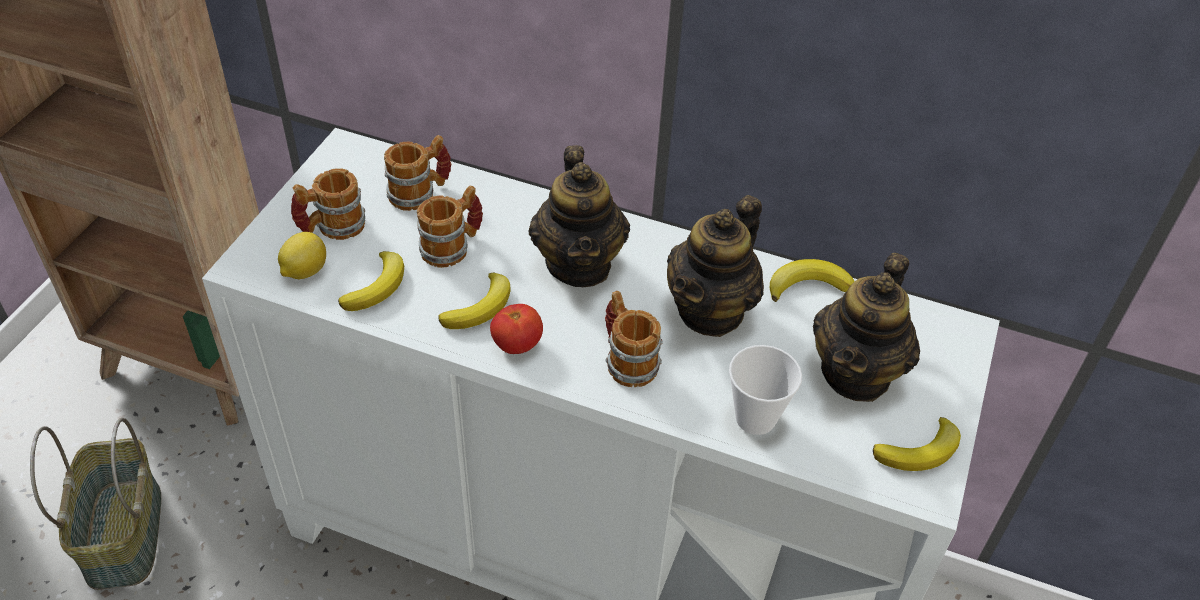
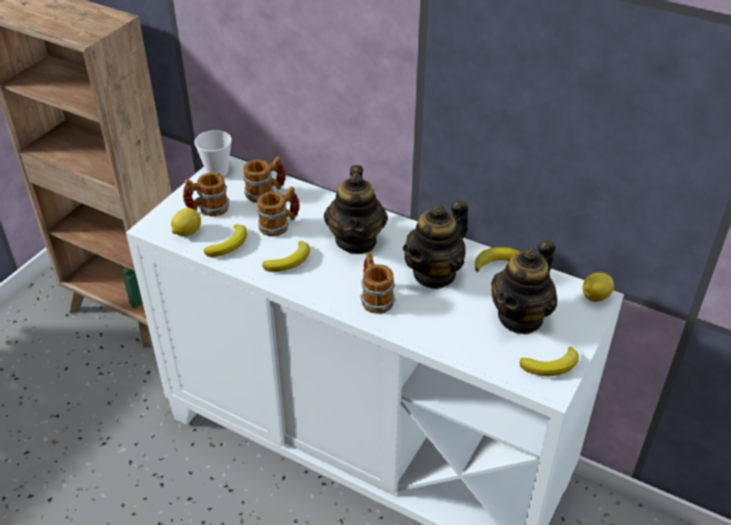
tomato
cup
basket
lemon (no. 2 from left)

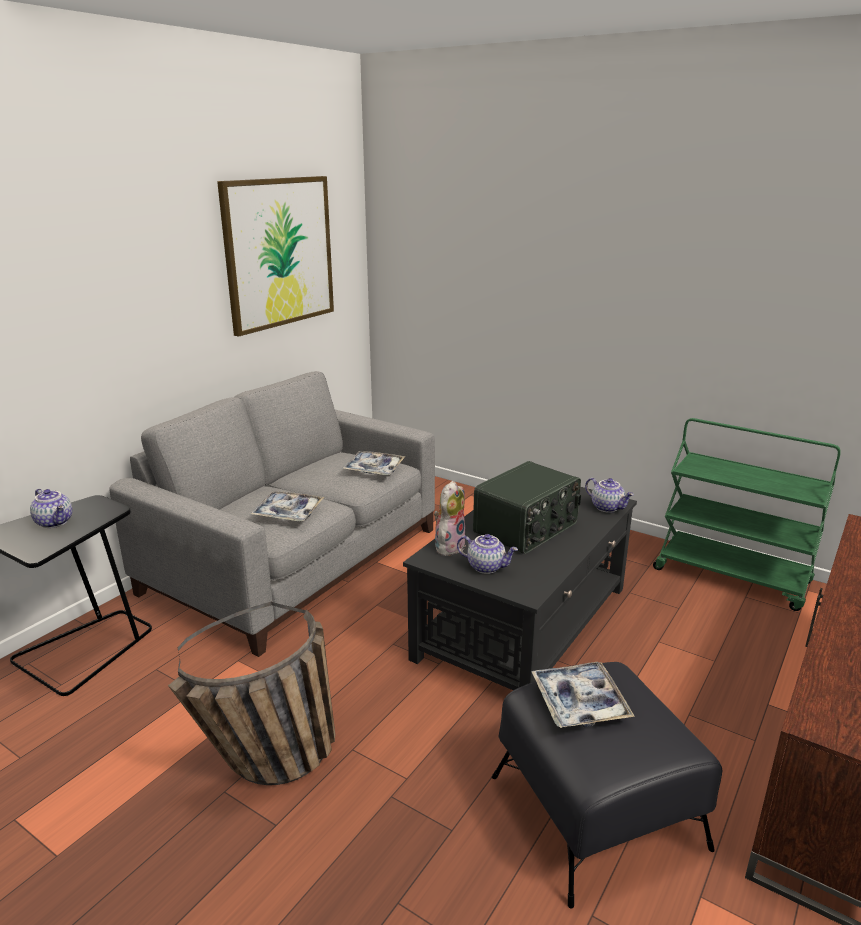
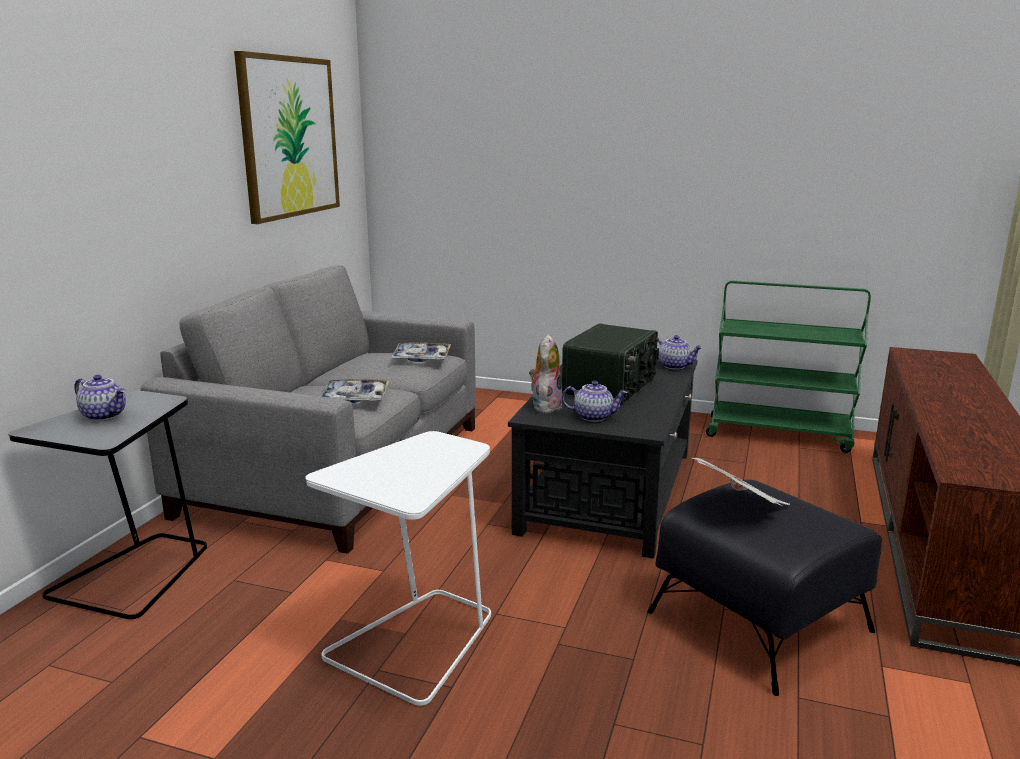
whitish end table
daily paper

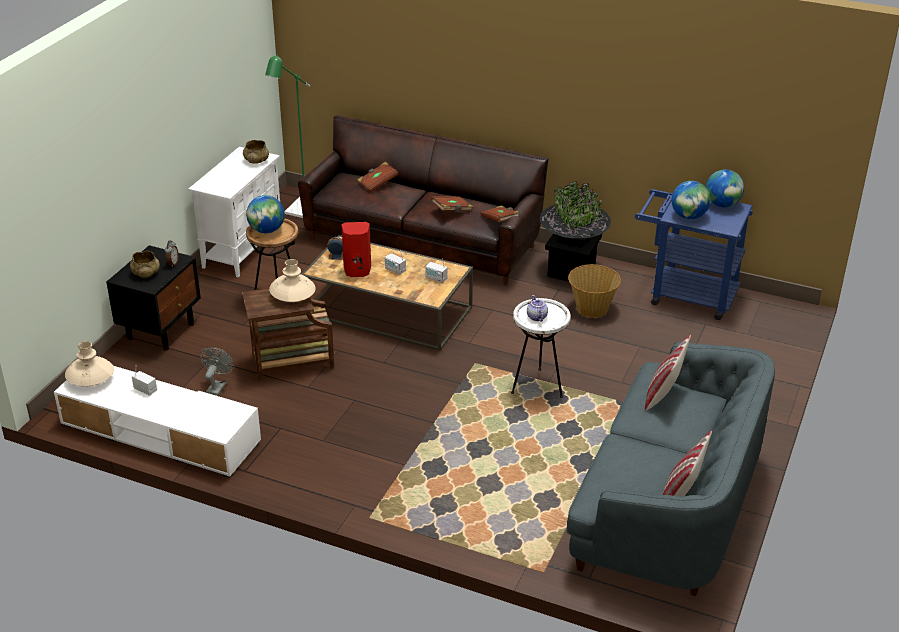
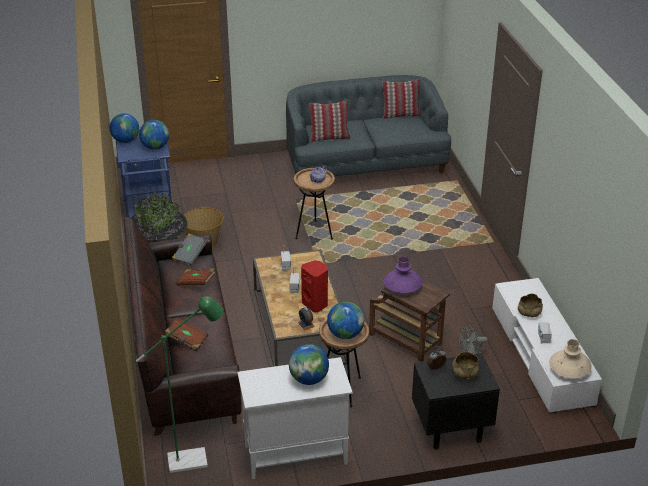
beige serving bowl (no. 2 from left)
greyish volume
purple vase
brownish end table (no. 1 from left)
desk globe (no. 3 from left)

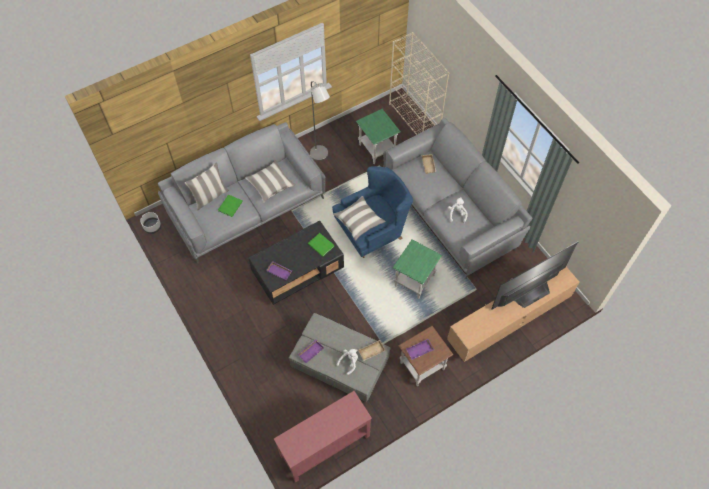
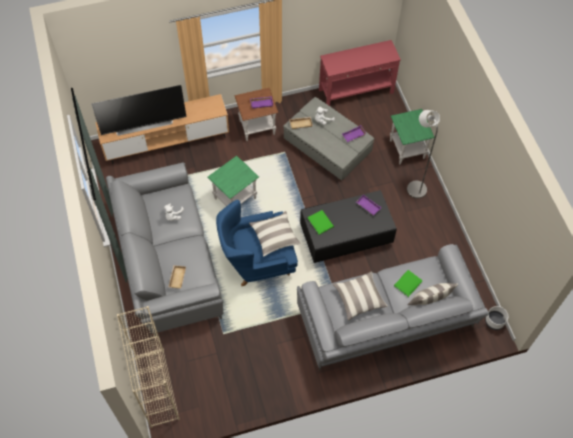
greyish standard lamp
green-coloured end table (no. 2 from left)

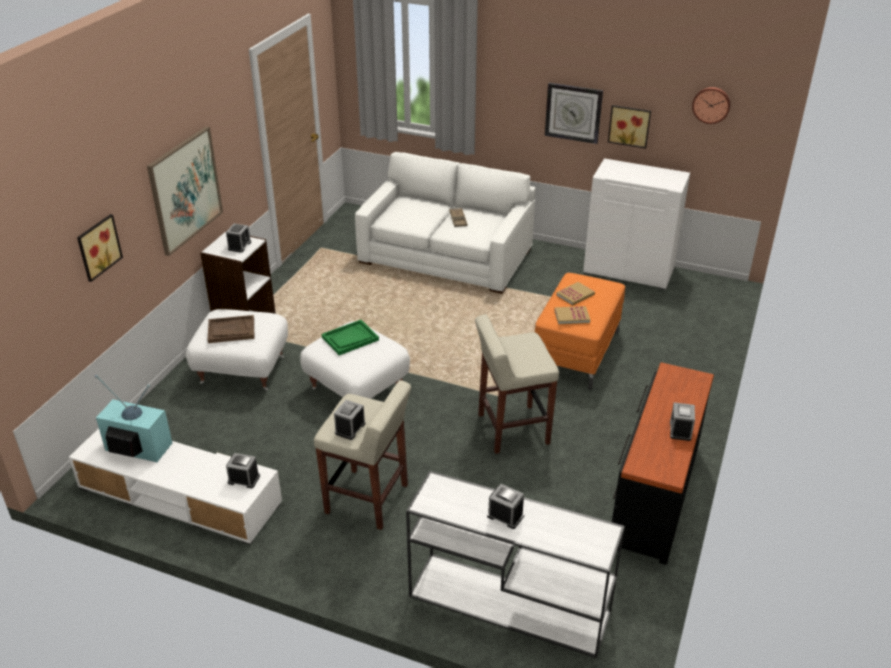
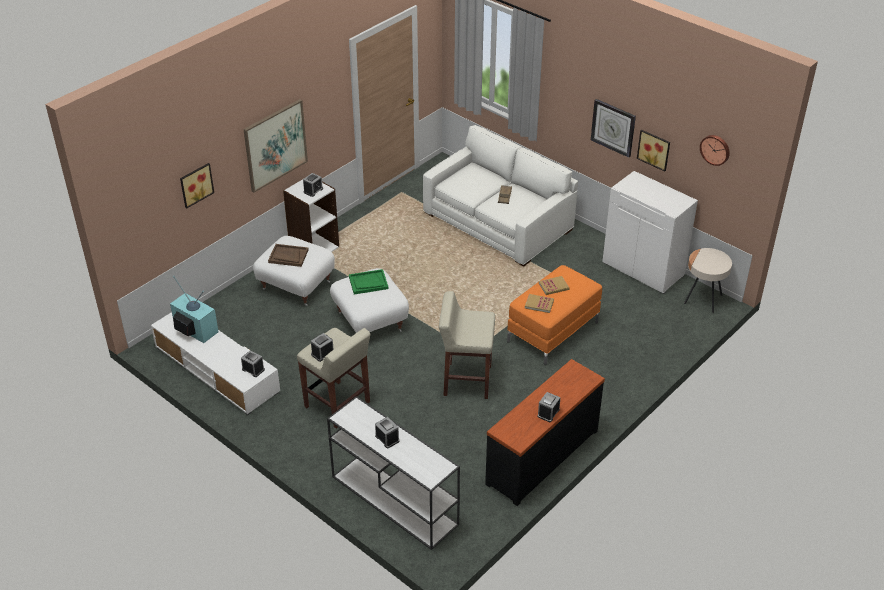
beige end table

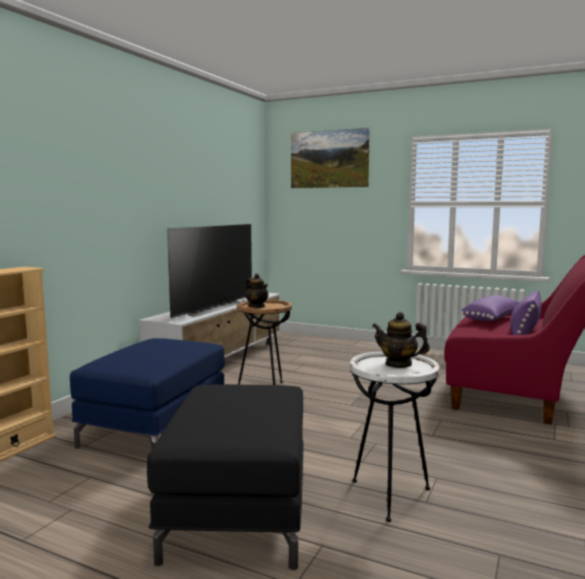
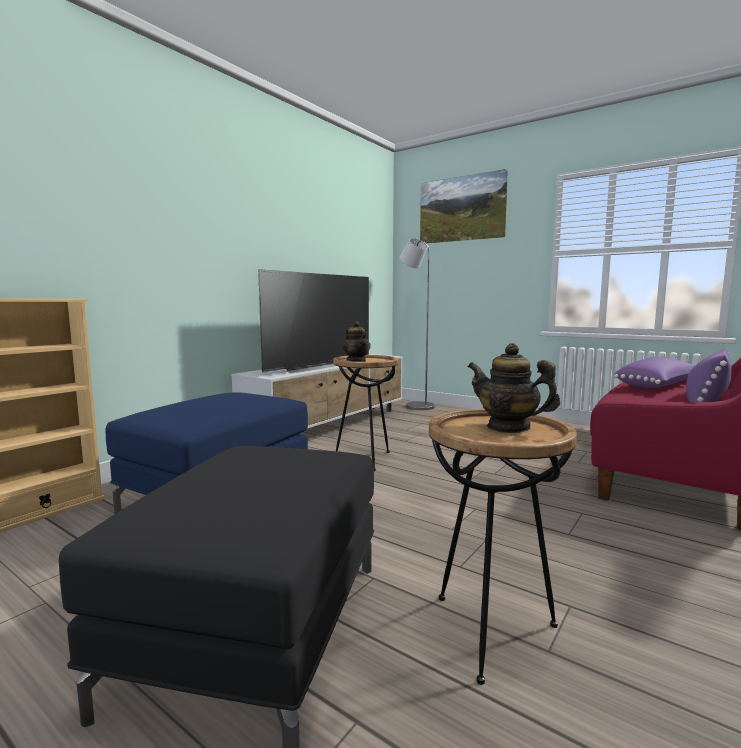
brownish end table (no. 2 from left)
greyish standard lamp

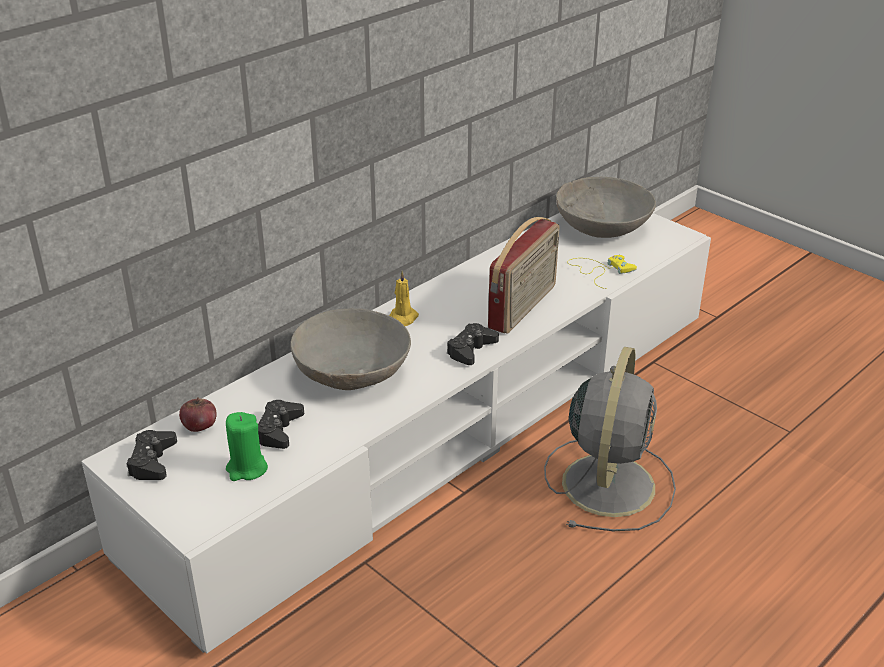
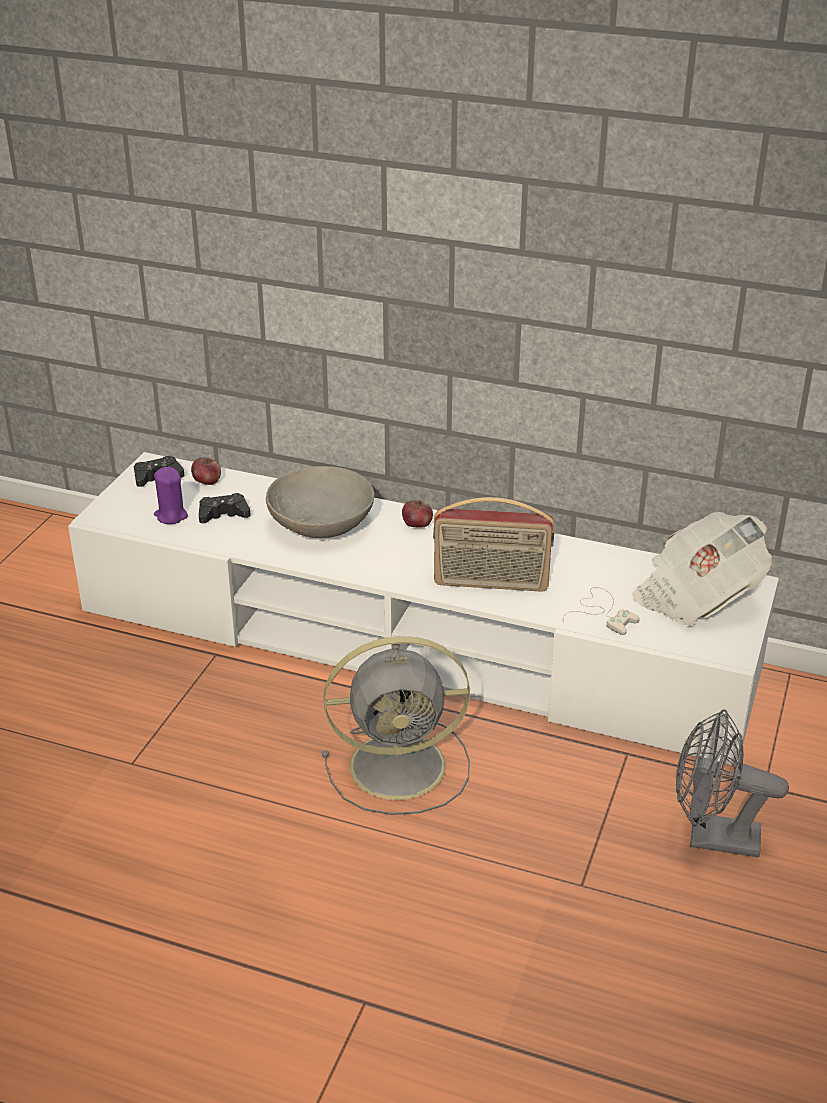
daily paper
whitish game controller
apple (no. 2 from left)
black-coloured game controller (no. 3 from left in the first image)
purple candle
greyish electric fan (no. 2 from left)

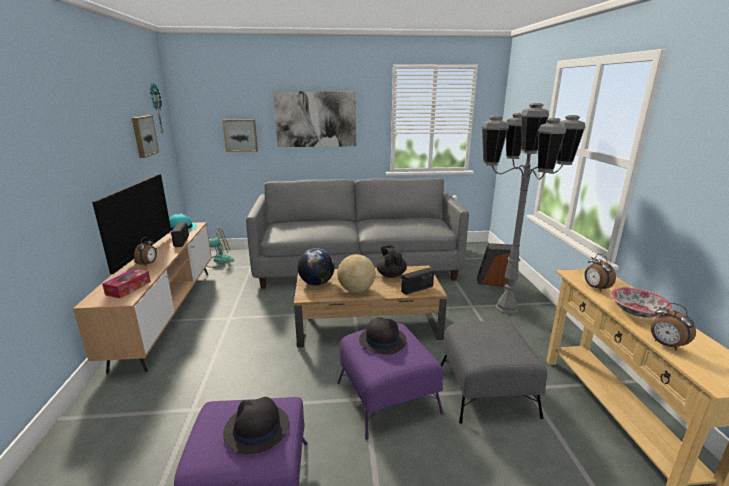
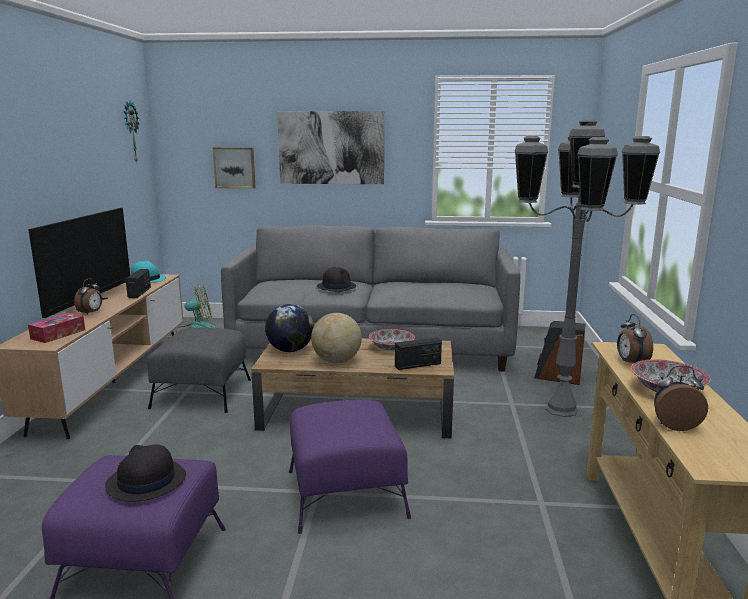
wall picture (no. 1 from left in the first image)
serving bowl (no. 1 from left)
alarm clock (no. 3 from left)
black-coloured wearable hat (no. 2 from left)
greyish ottoman

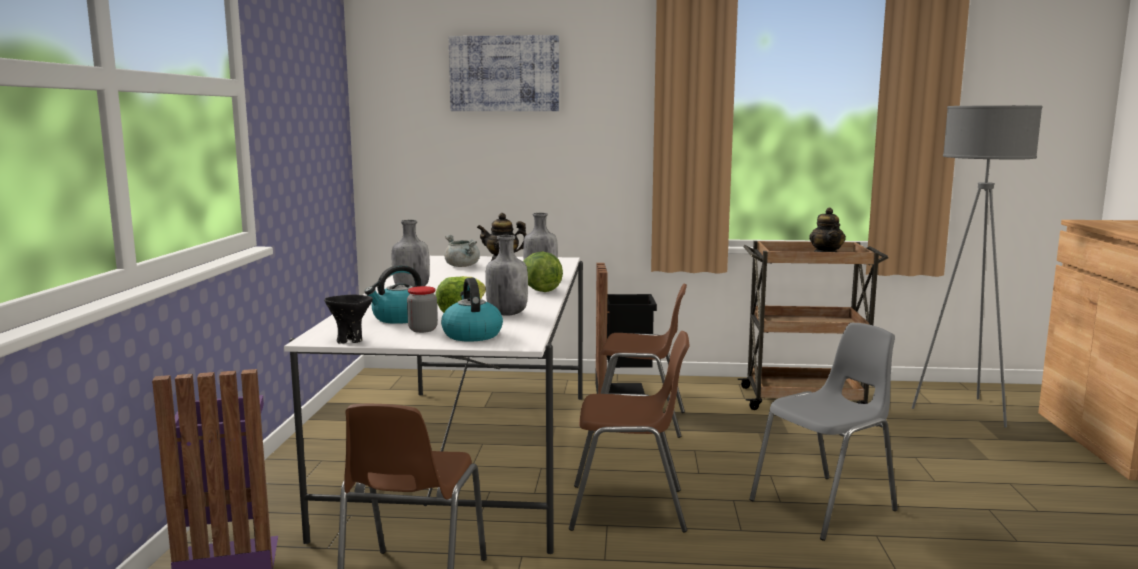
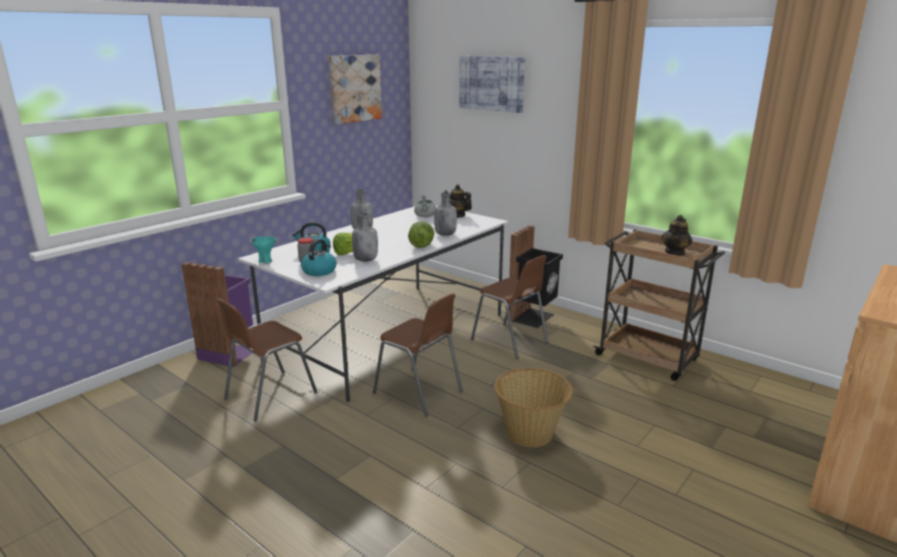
greyish standard lamp
turquoise serving bowl
basket
wall picture (no. 1 from left)

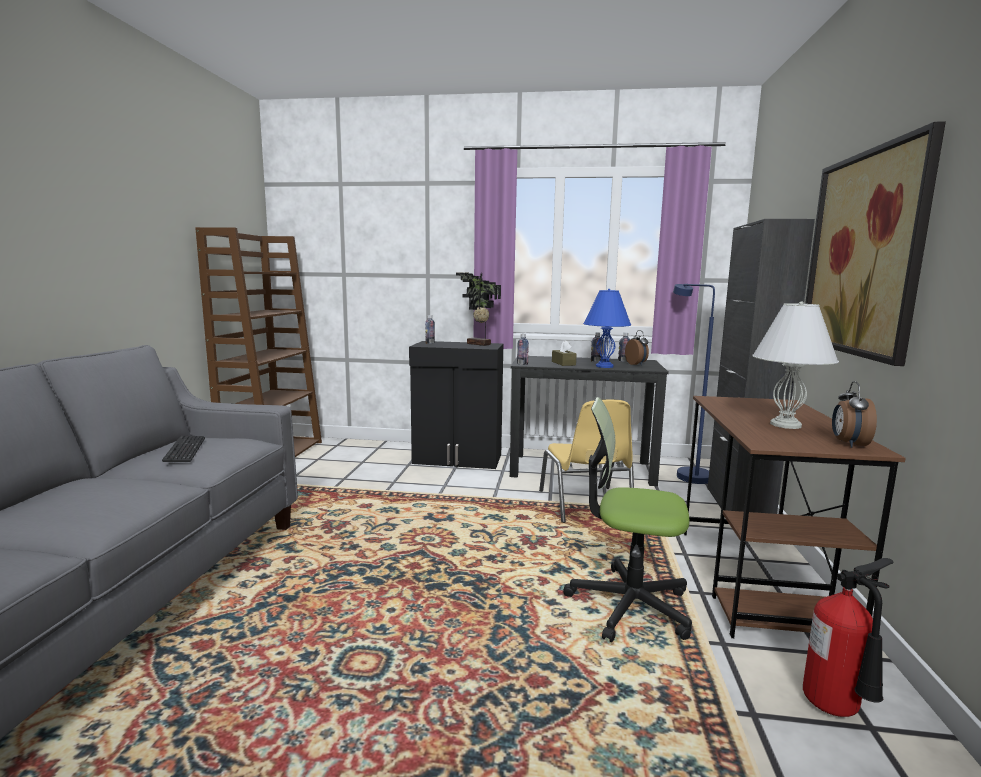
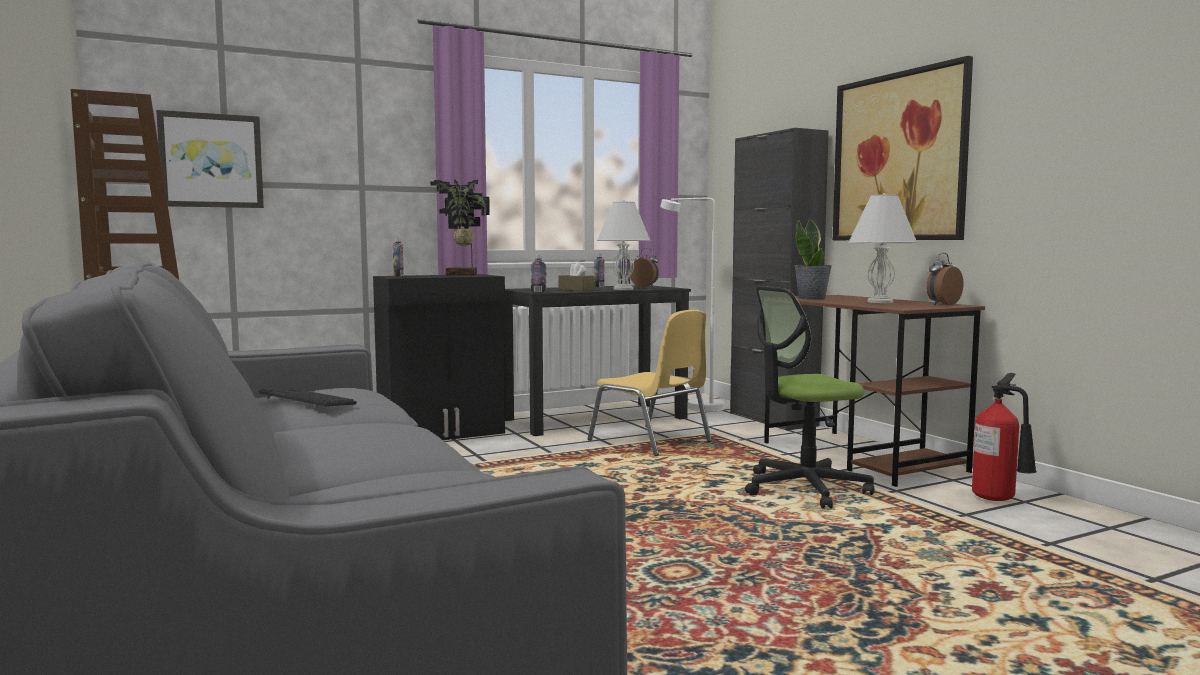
whitish standard lamp
whitish tabletop lamp (no. 1 from left)
alarm clock (no. 2 from left)
wall picture (no. 1 from left)
plant in a pot (no. 2 from left)

